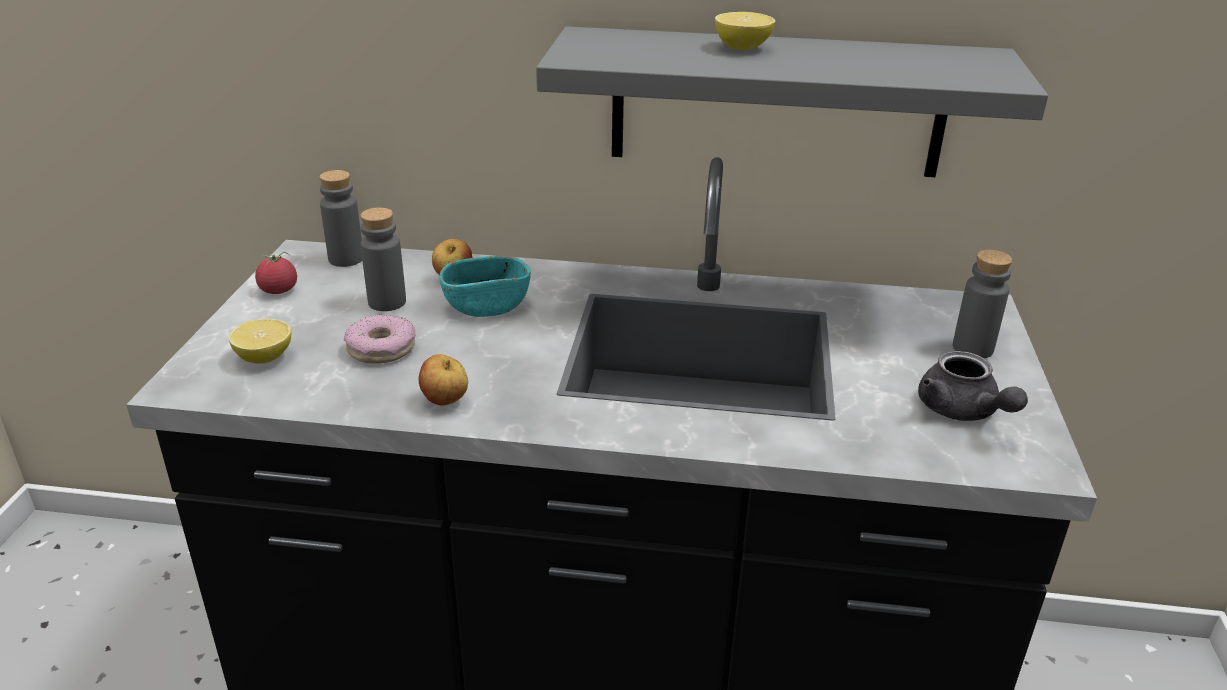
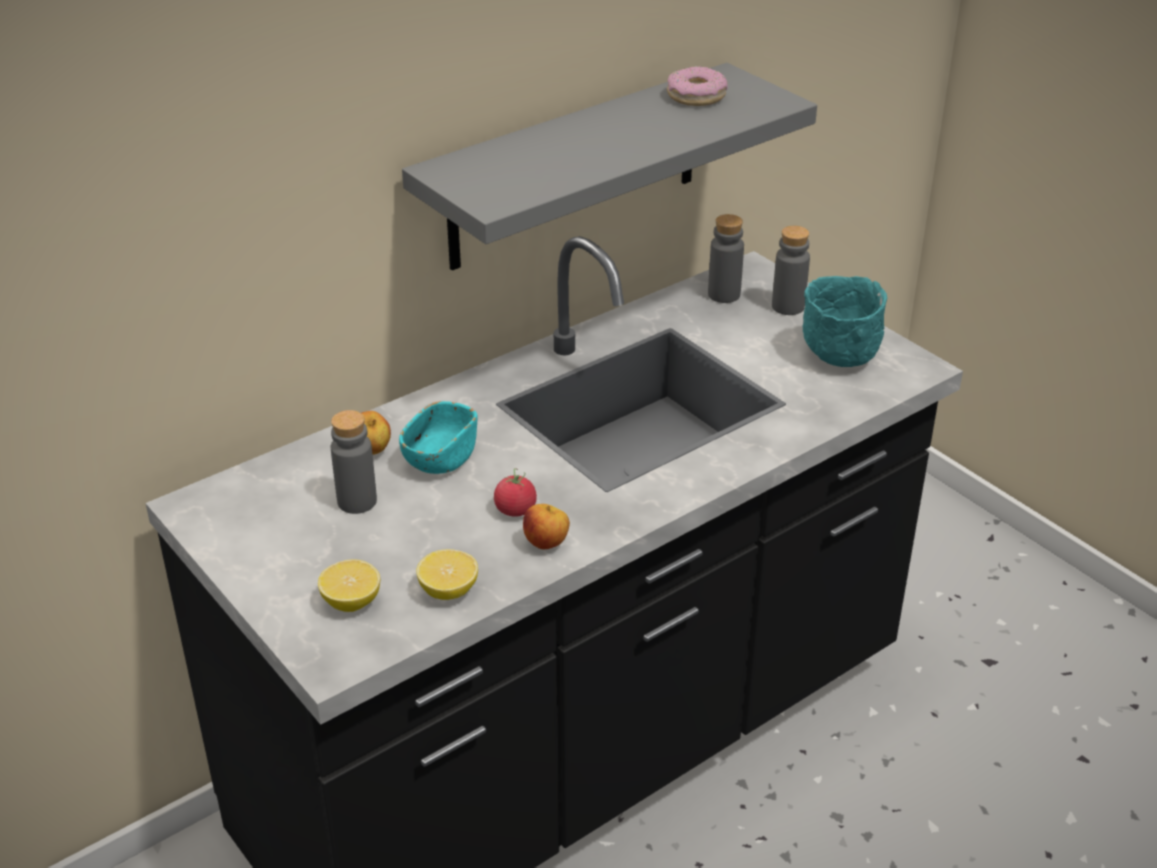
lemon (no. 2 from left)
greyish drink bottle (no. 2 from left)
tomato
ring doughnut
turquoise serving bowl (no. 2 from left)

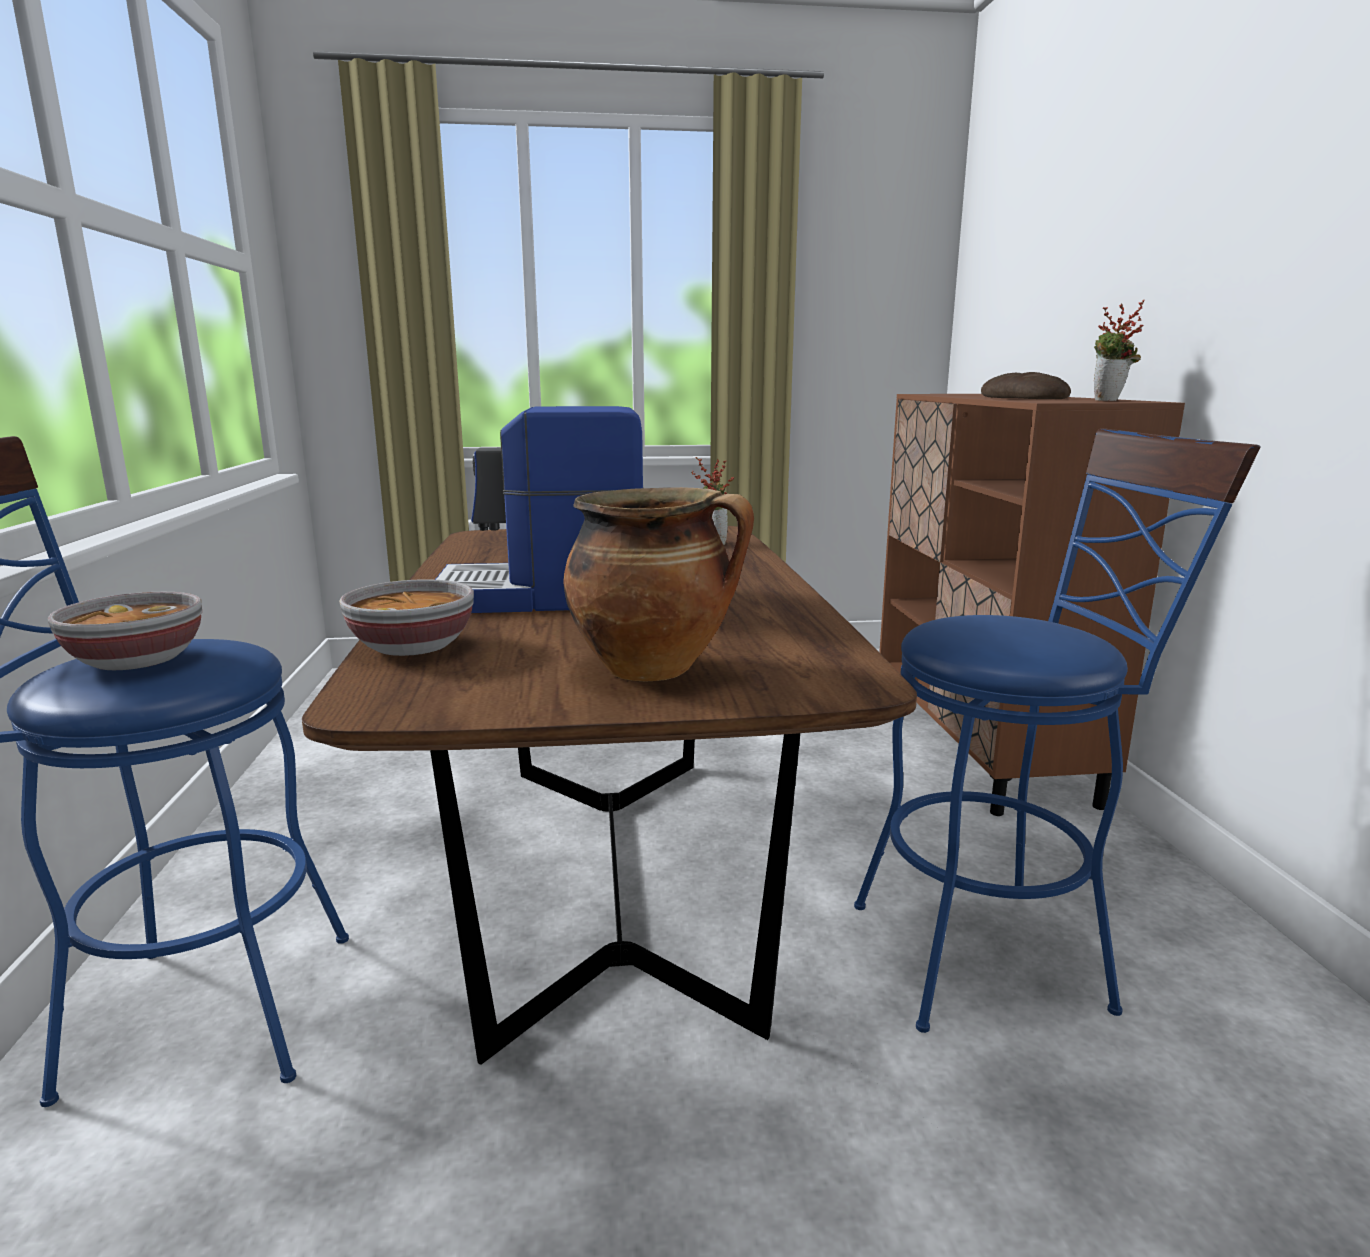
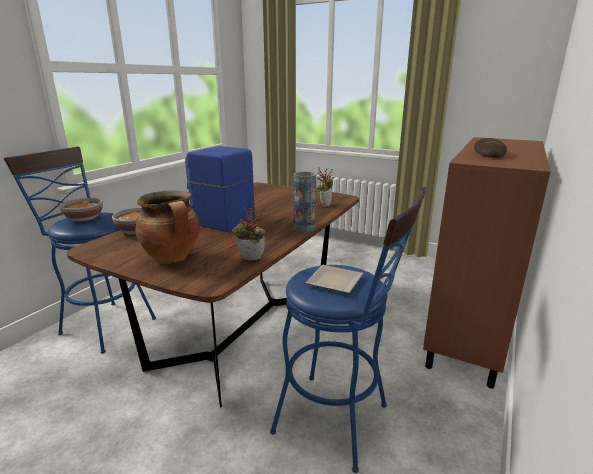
plant in a pot (no. 1 from left)
vase
plate

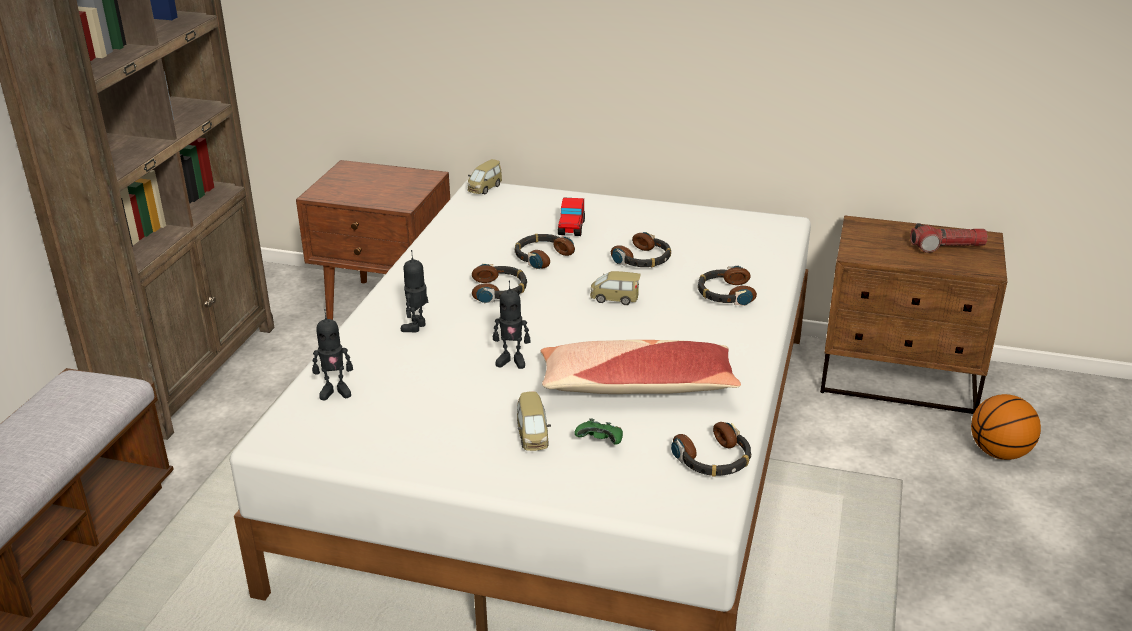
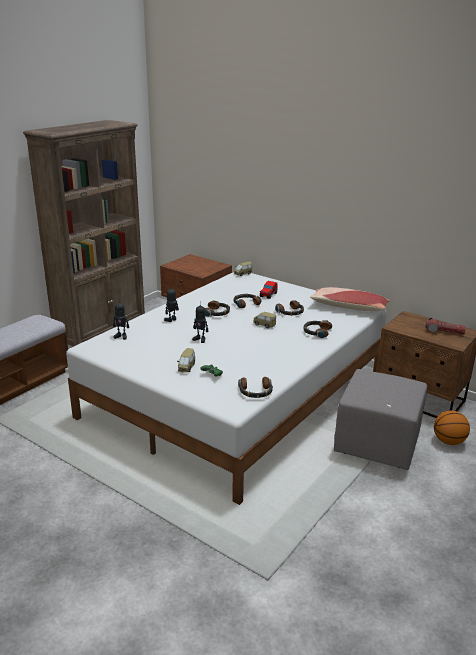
throw pillow
greyish ottoman

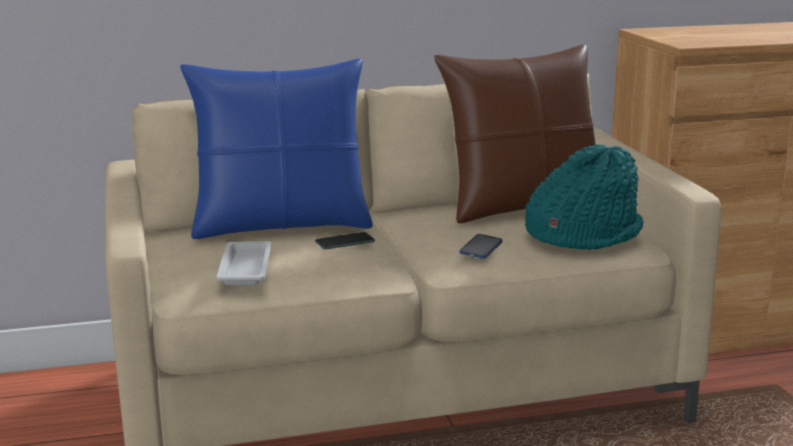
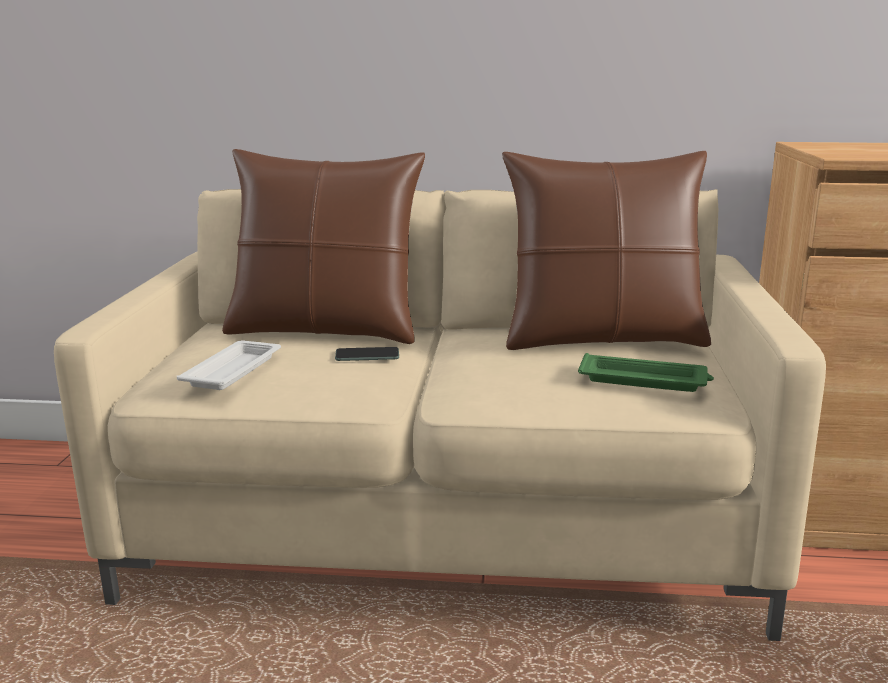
brownish throw pillow (no. 1 from left)
green-coloured tray
handset (no. 2 from left in the first image)

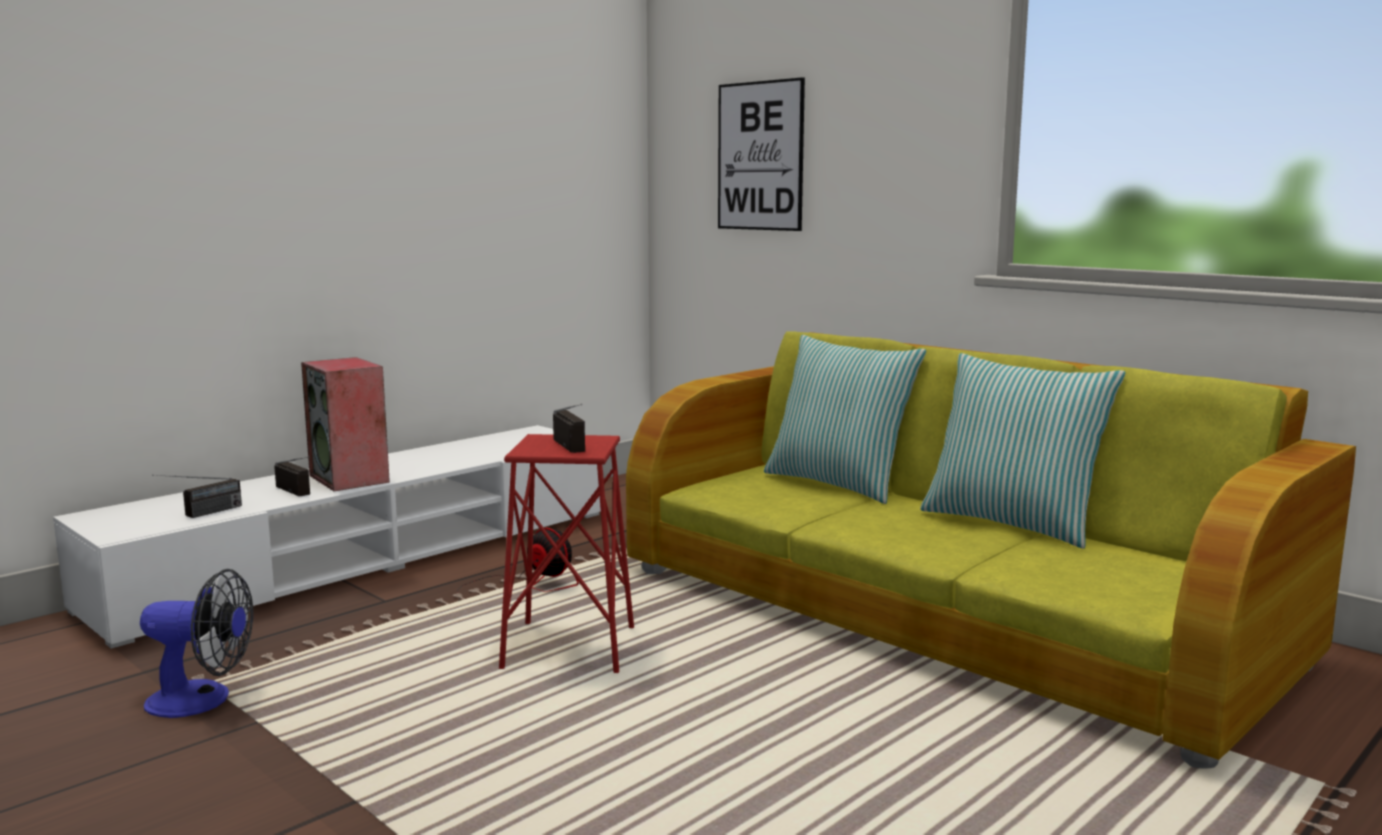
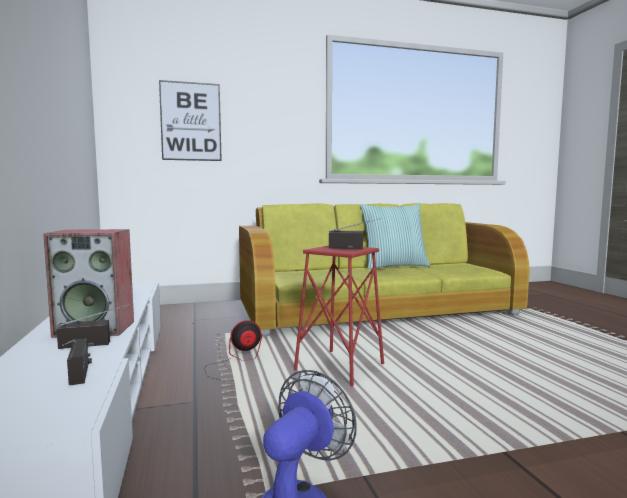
throw pillow (no. 1 from left in the first image)

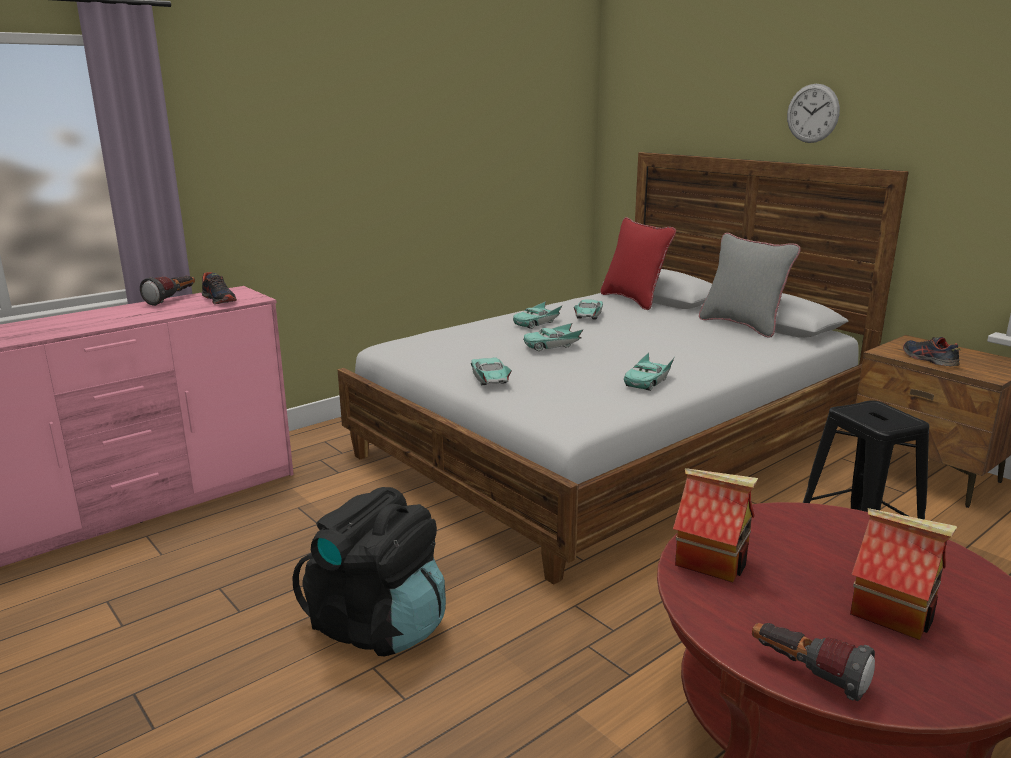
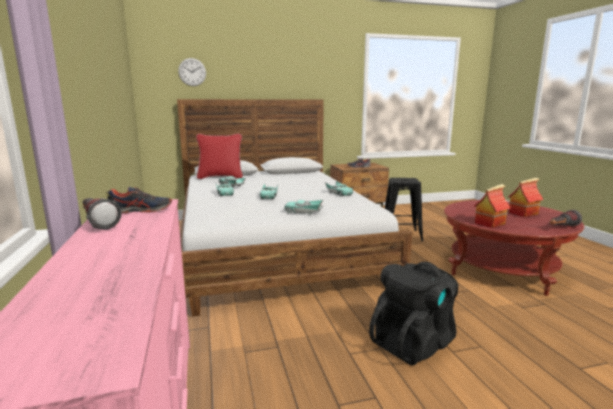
hanging clock
greyish throw pillow

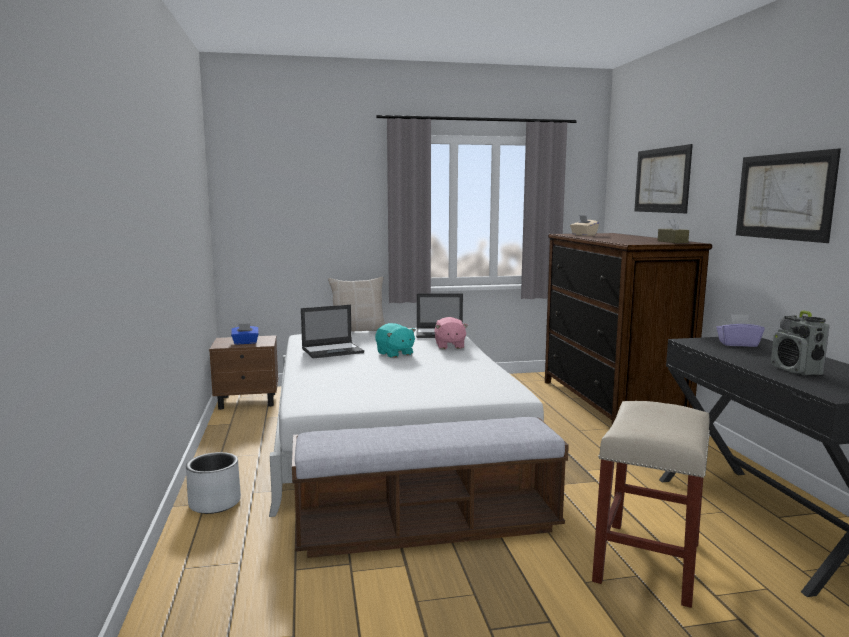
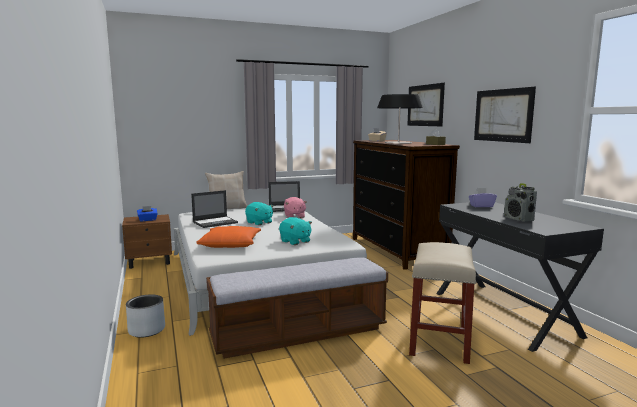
tabletop lamp
turquoise cuddly toy (no. 2 from left)
orangey throw pillow

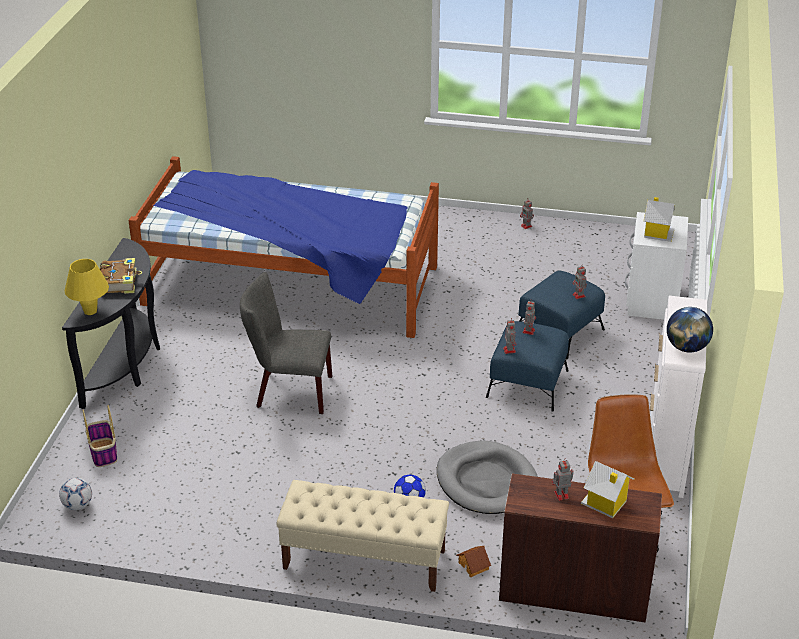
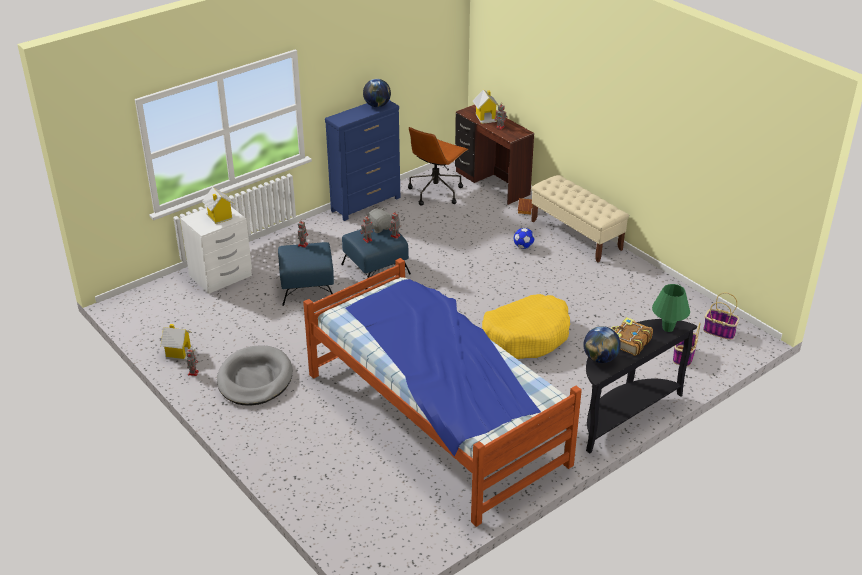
green-coloured tabletop lamp
yellowish dog cushion
blue drawer chest
greyish dog cushion
basket (no. 2 from left)
greyish cuddly toy
toy house (no. 1 from left)
desk globe (no. 2 from left)

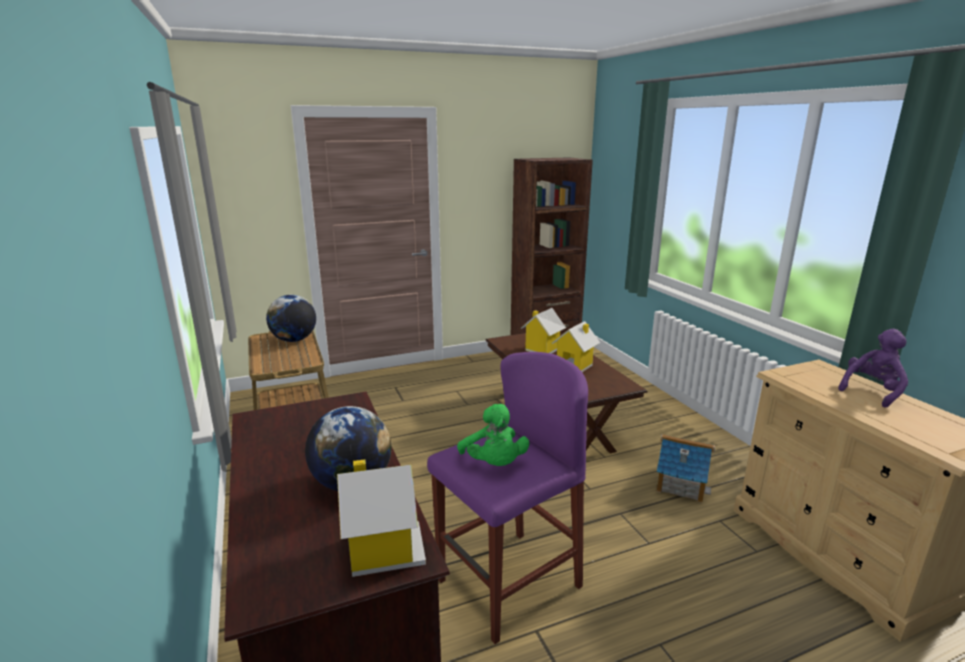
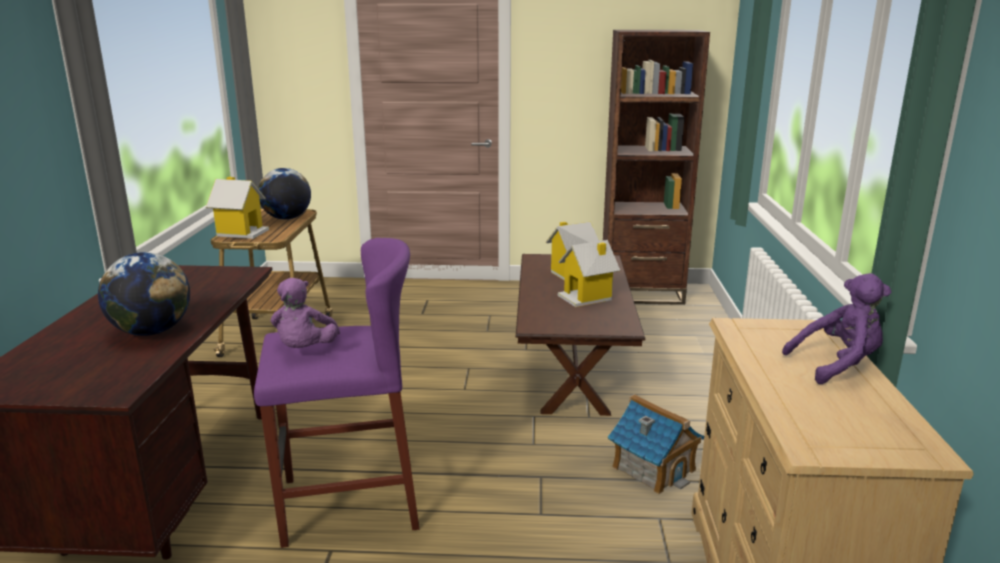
purple cuddly toy (no. 1 from left)
toy house (no. 1 from left)

